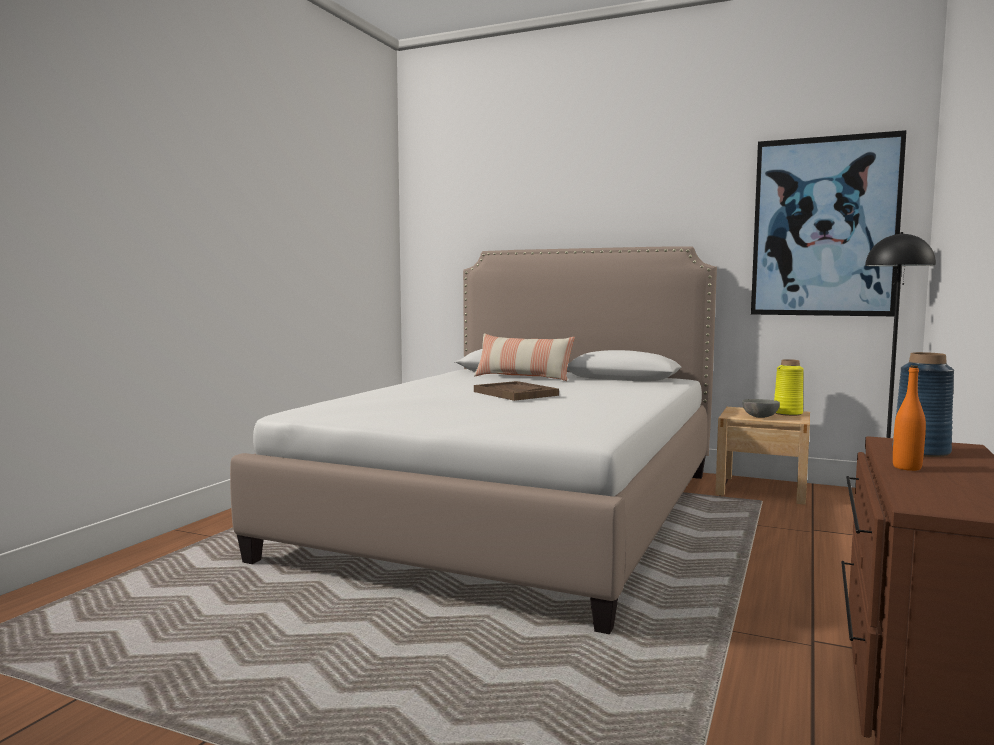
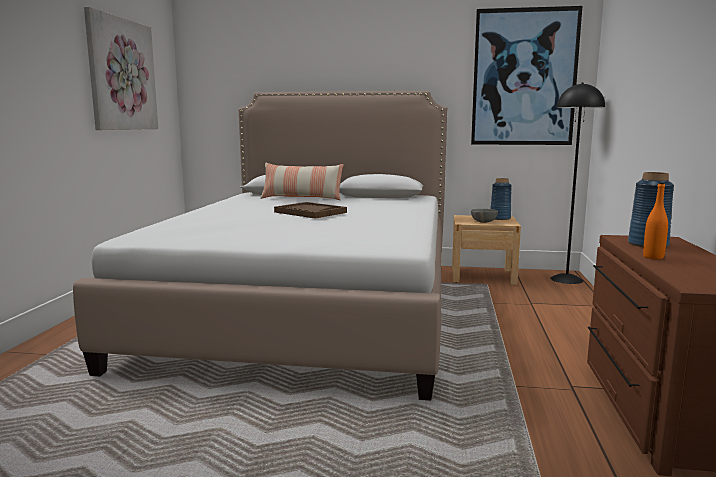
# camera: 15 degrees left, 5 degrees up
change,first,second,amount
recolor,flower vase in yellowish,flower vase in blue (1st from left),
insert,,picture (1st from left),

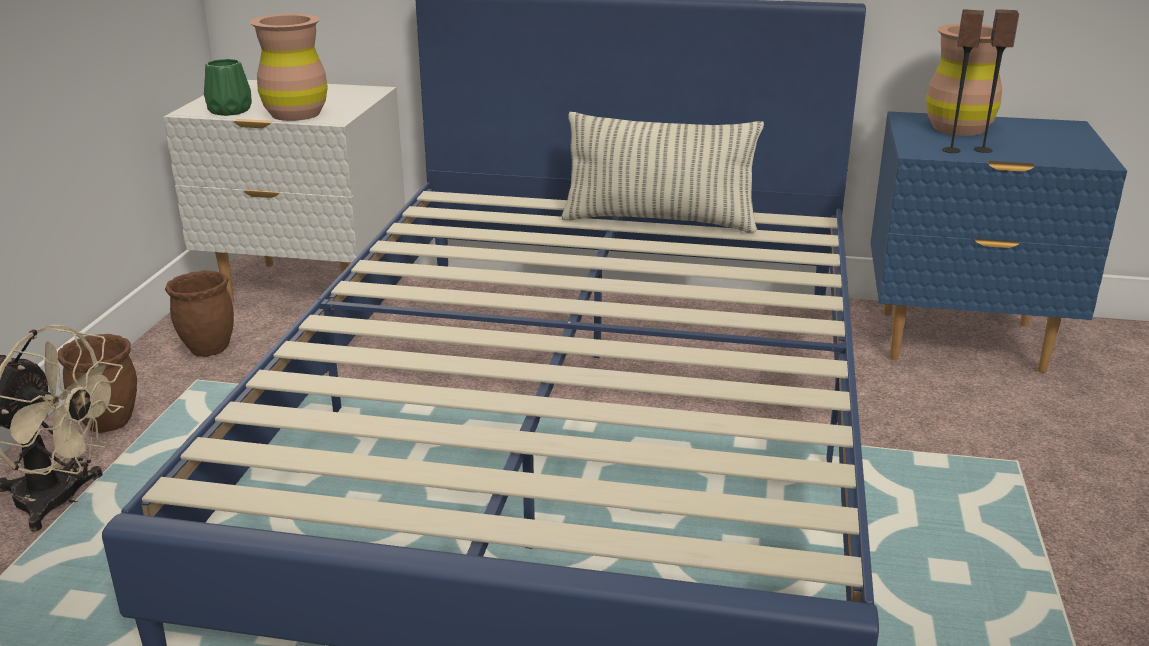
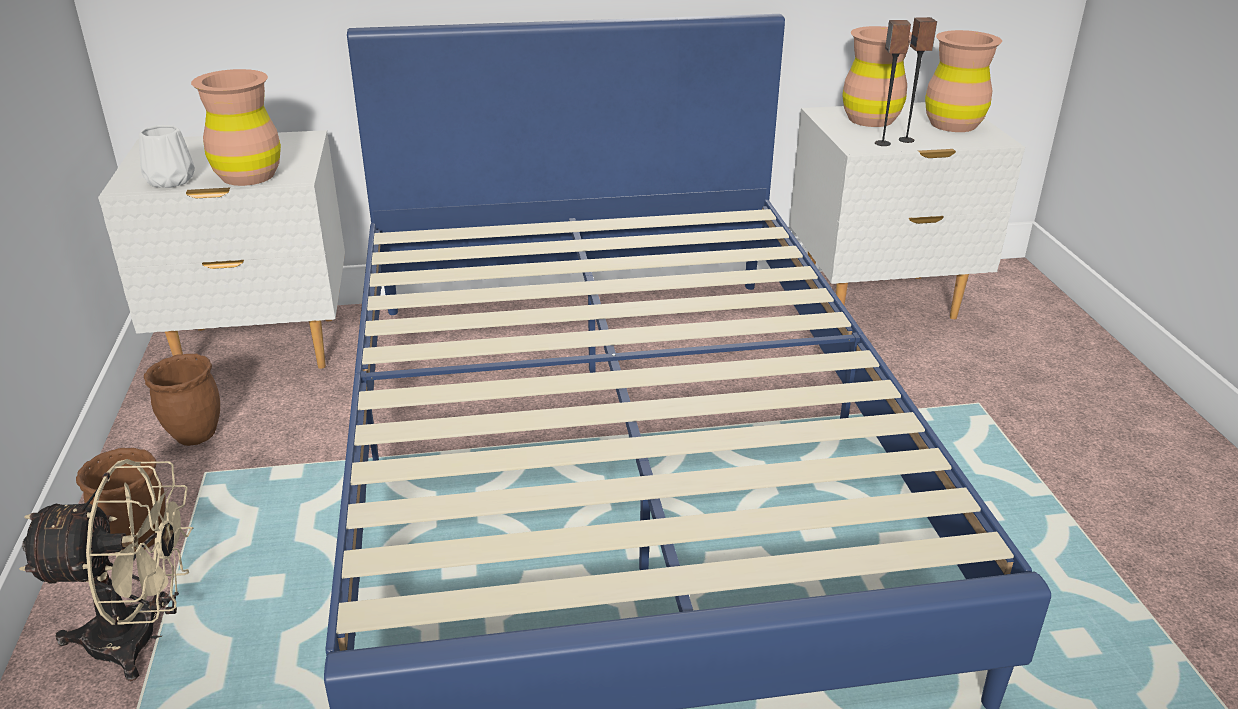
# camera: 20 degrees left, 5 degrees up
change,first,second,amount
recolor,flower vase in green-coloured,flower vase in whitish,
delete,cushion,,
recolor,night table in blue,night table in whitish (2nd from left),
insert,,flower vase in brown (3rd from left),

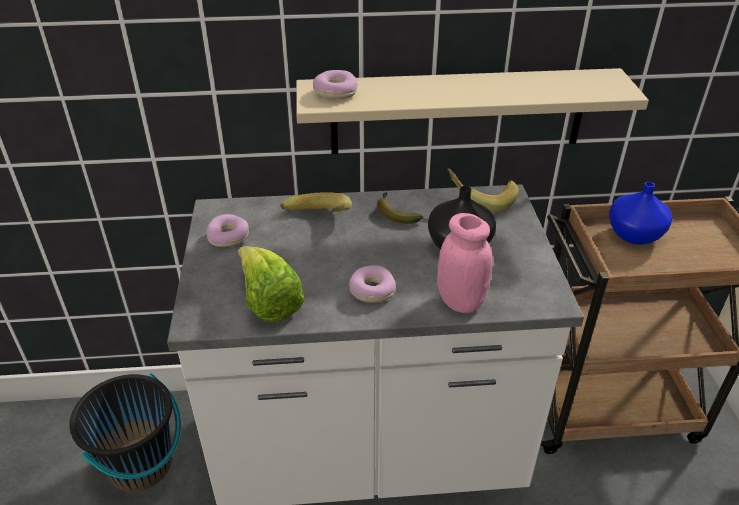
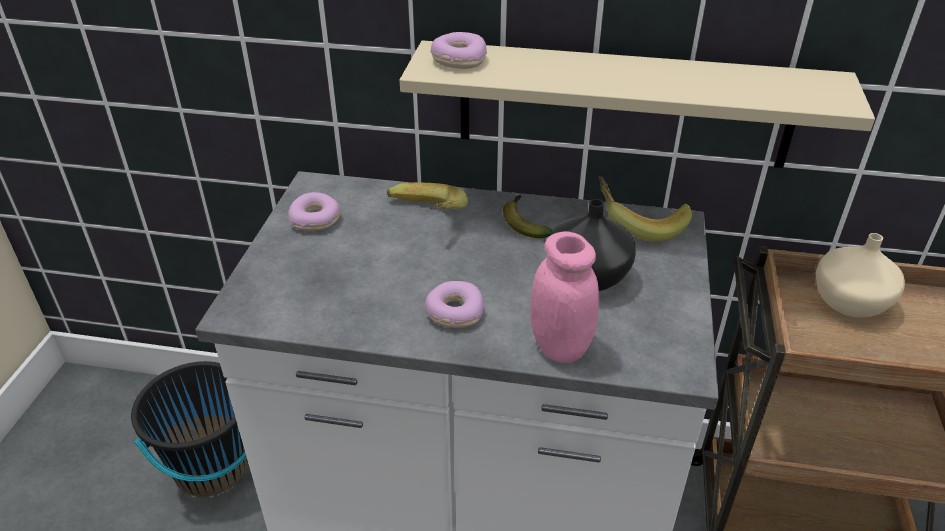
# camera: 15 degrees right, 0 degrees up
change,first,second,amount
delete,head of lettuce,,
recolor,flower vase in blue,flower vase in beige-coloured,

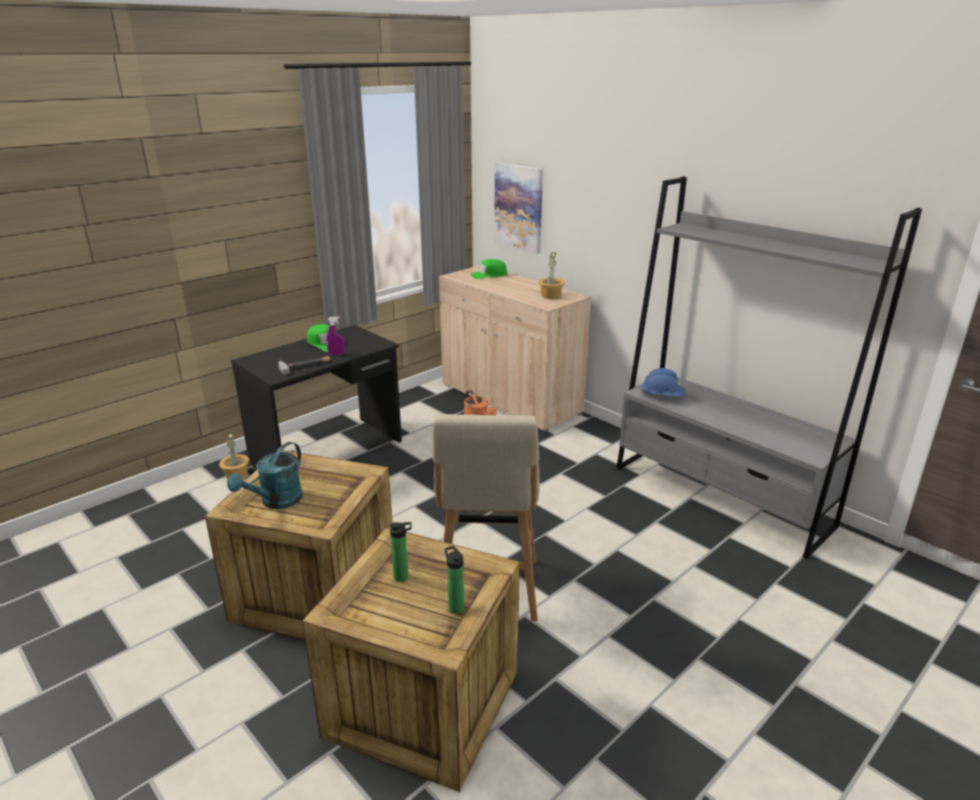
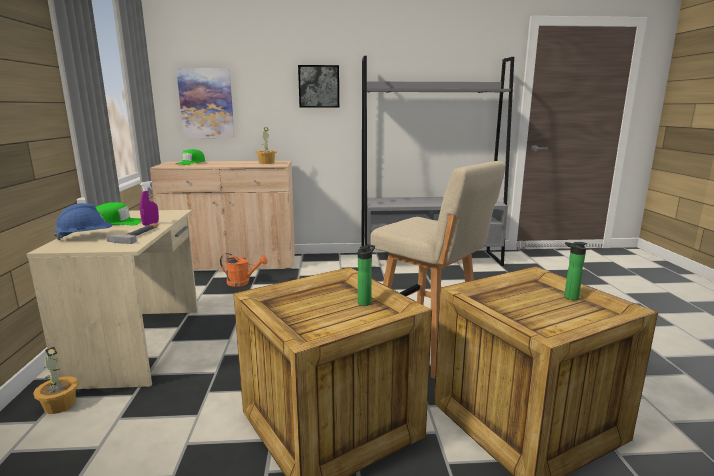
# camera: 50 degrees left, 10 degrees down
change,first,second,amount
delete,watering pot in blue-green,,
recolor,desk table in black,desk table in beige-coloured,
move,drink bottle (1st from left),,
move,safety helmet in blue,,
insert,,picture (2nd from left),

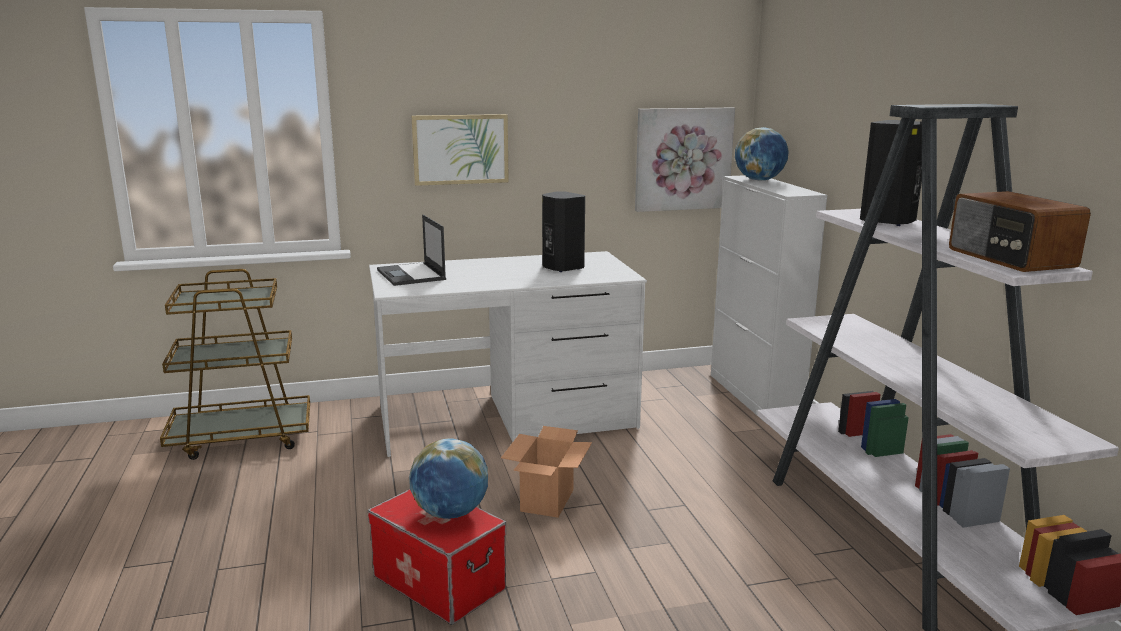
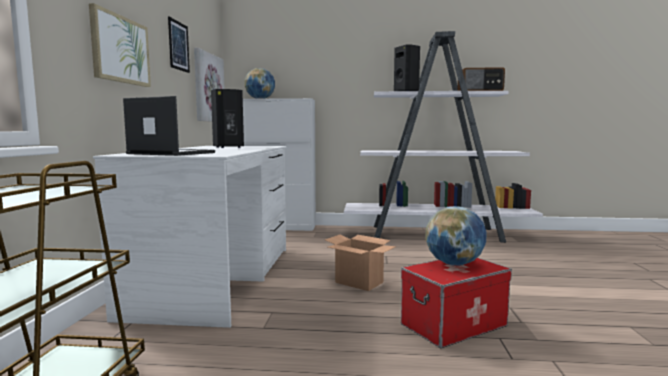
# camera: 70 degrees left, 10 degrees down
change,first,second,amount
rotate,portable computer,,150 degrees counterclockwise
insert,,picture (2nd from left),

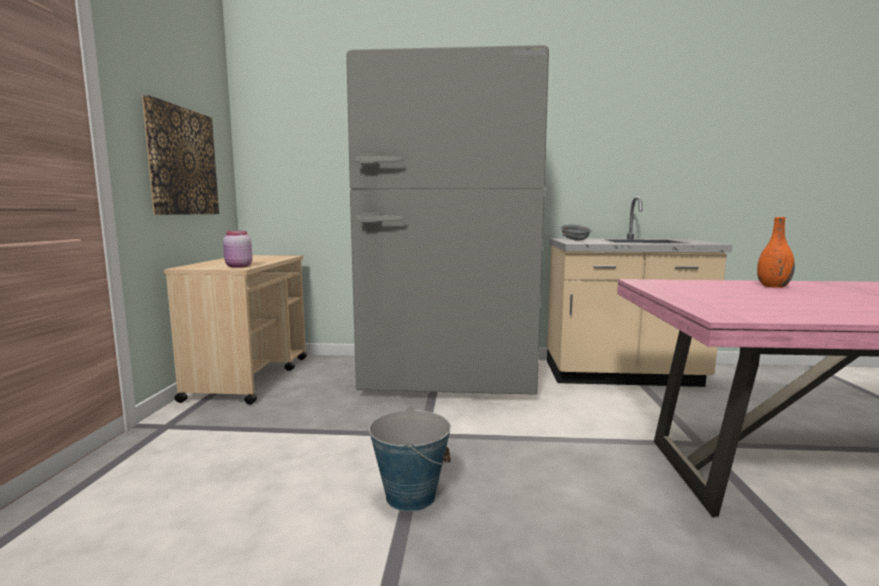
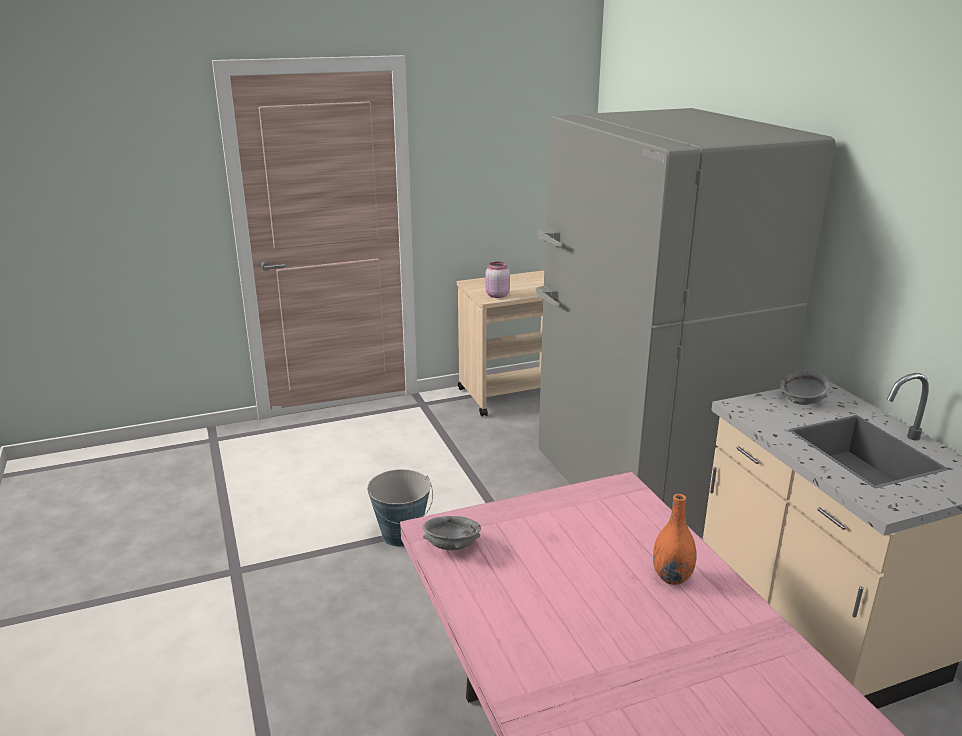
# camera: 65 degrees right, 15 degrees up
change,first,second,amount
delete,picture,,
insert,,deep dish in greyish (1st from left),

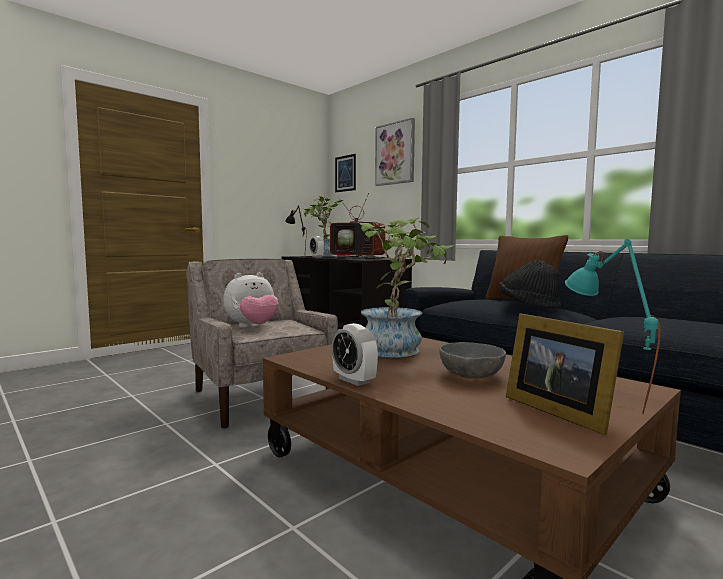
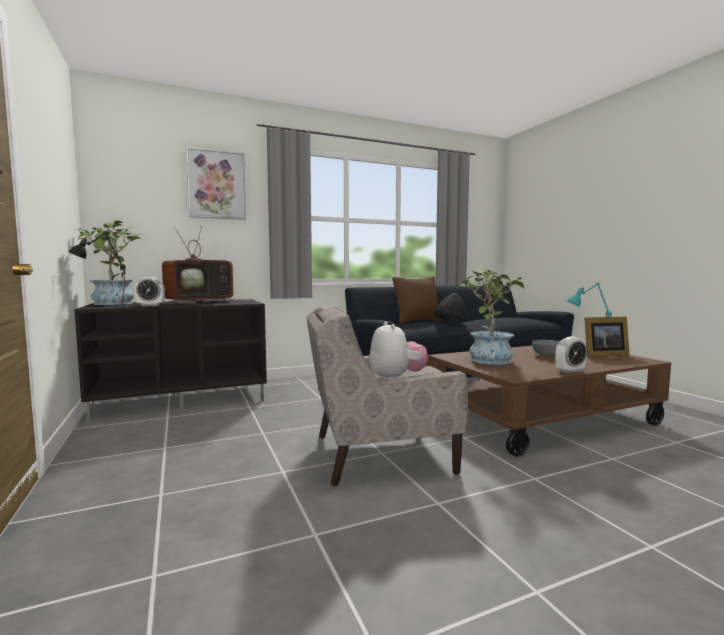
# camera: 70 degrees left, 0 degrees up
change,first,second,amount
delete,picture (1st from left),,

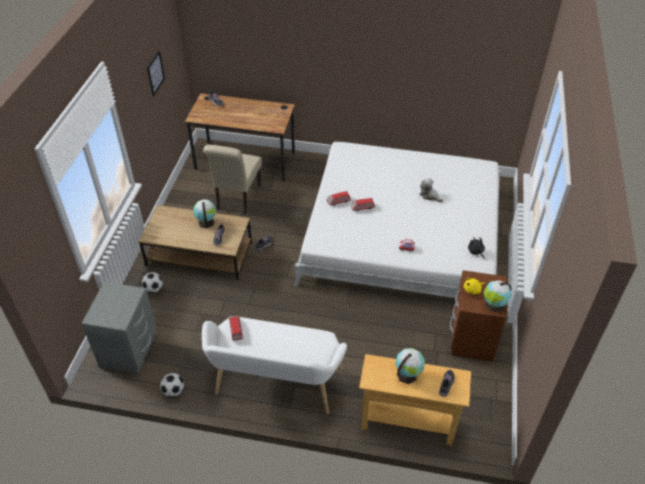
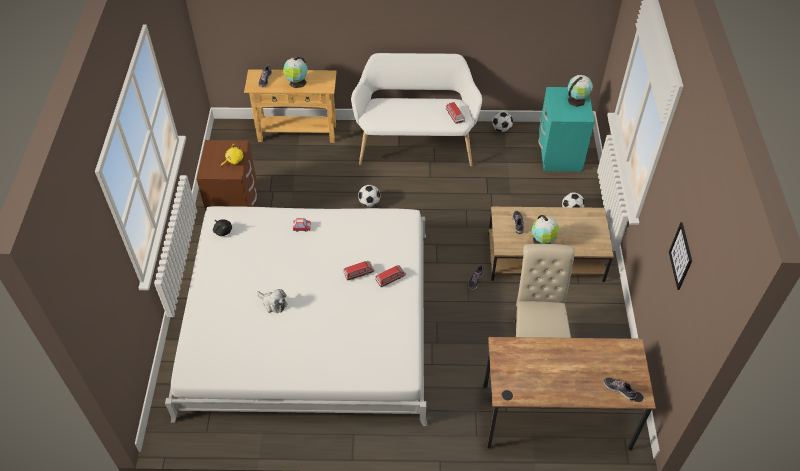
# camera: 170 degrees right, 5 degrees up
change,first,second,amount
recolor,night table in greyish,night table in blue-green,
move,world globe (3rd from left),,
insert,,football (1st from left),

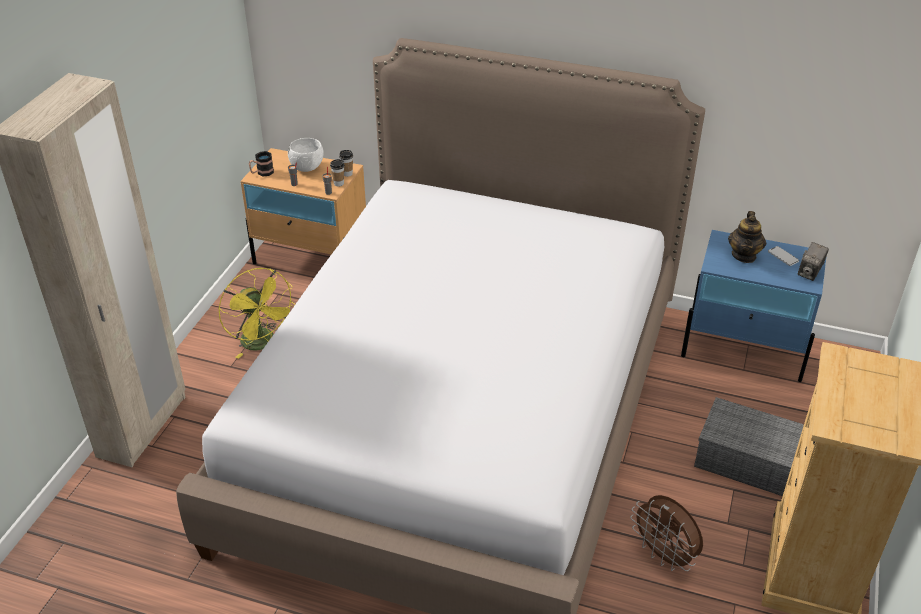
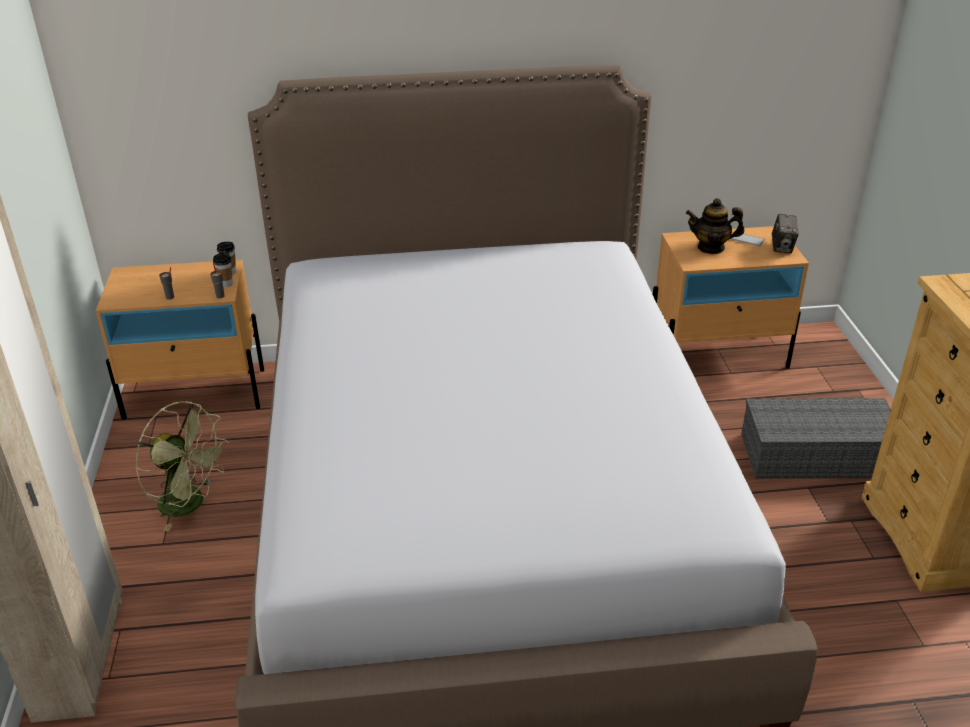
# camera: 25 degrees left, 5 degrees down
change,first,second,amount
recolor,electric fan in yellowish,electric fan in green-coloured,
delete,coffee mug,,
delete,deep dish in whitish,,
delete,electric fan in brown,,
recolor,night table in blue,night table in beige-coloured (2nd from left),
rotate,teapot,,105 degrees clockwise

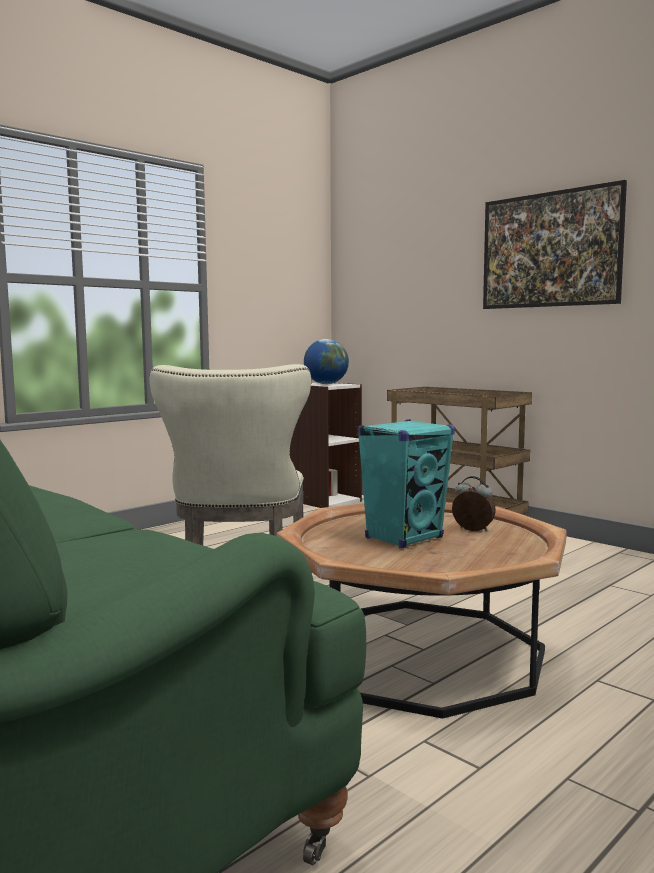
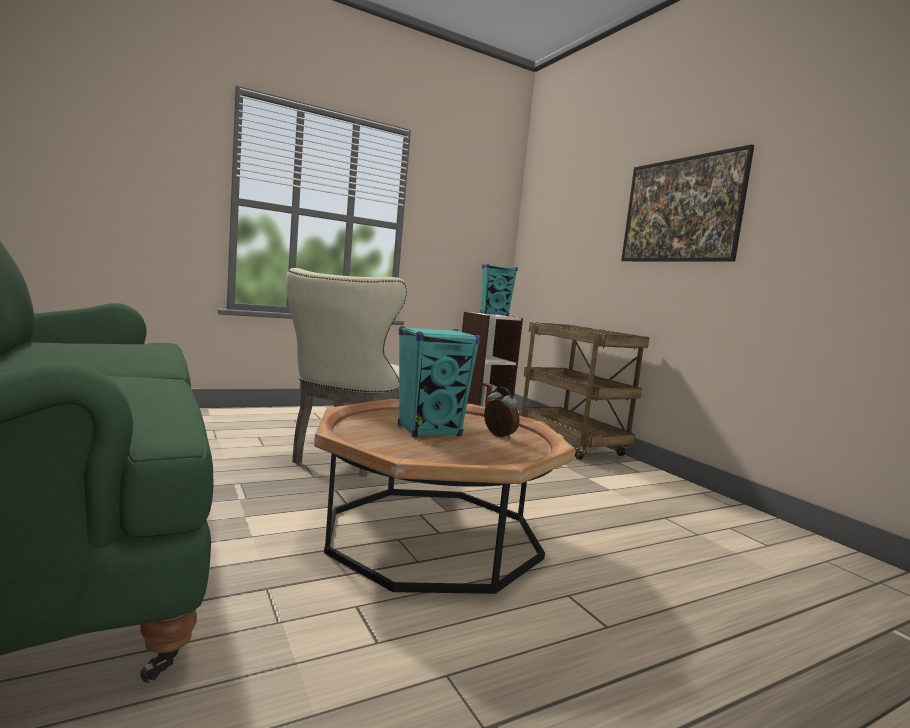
# camera: 15 degrees right, 0 degrees up
change,first,second,amount
replace,world globe,loudspeaker in blue-green (2nd from left),

